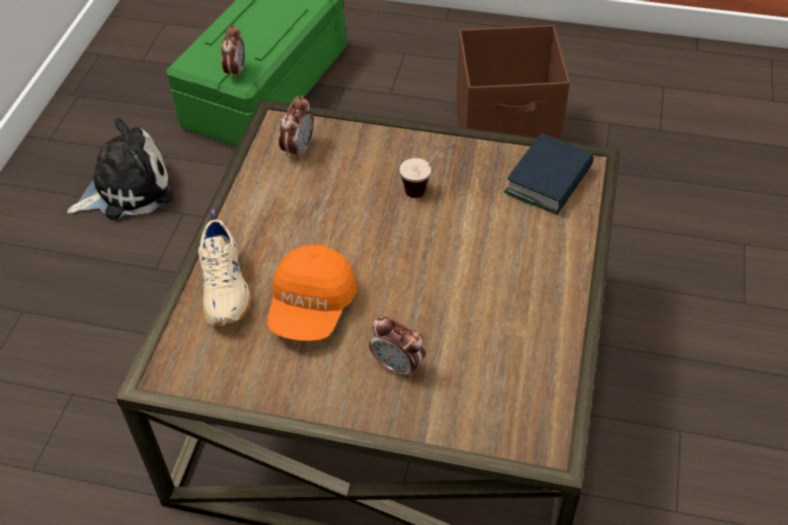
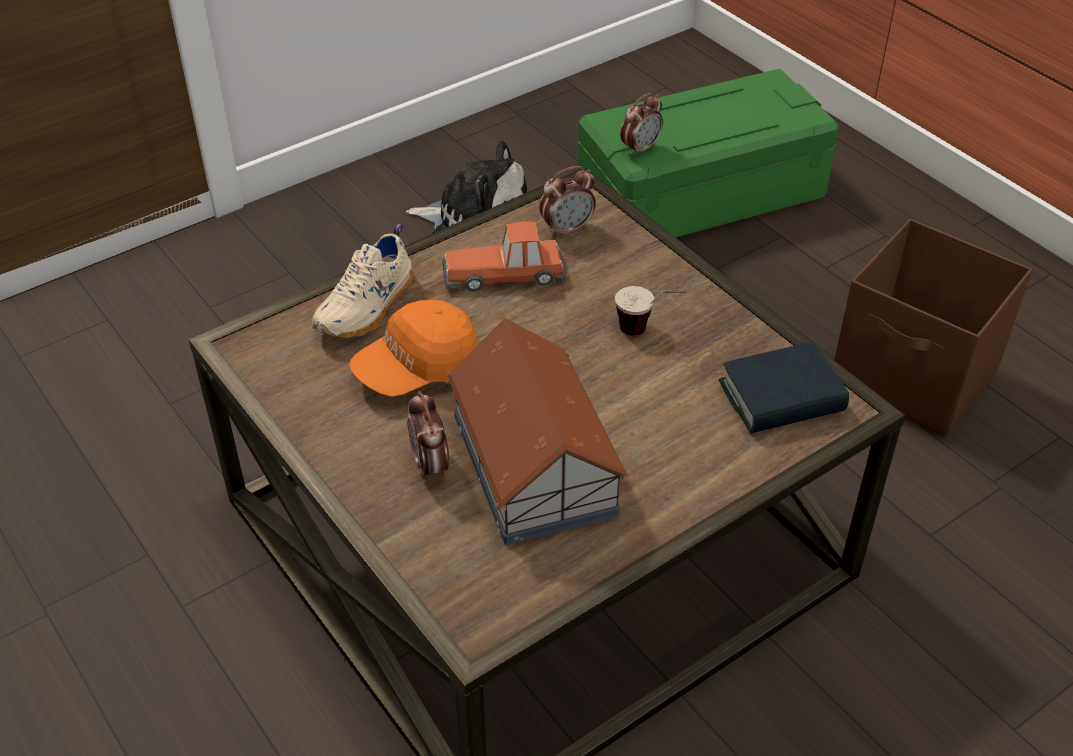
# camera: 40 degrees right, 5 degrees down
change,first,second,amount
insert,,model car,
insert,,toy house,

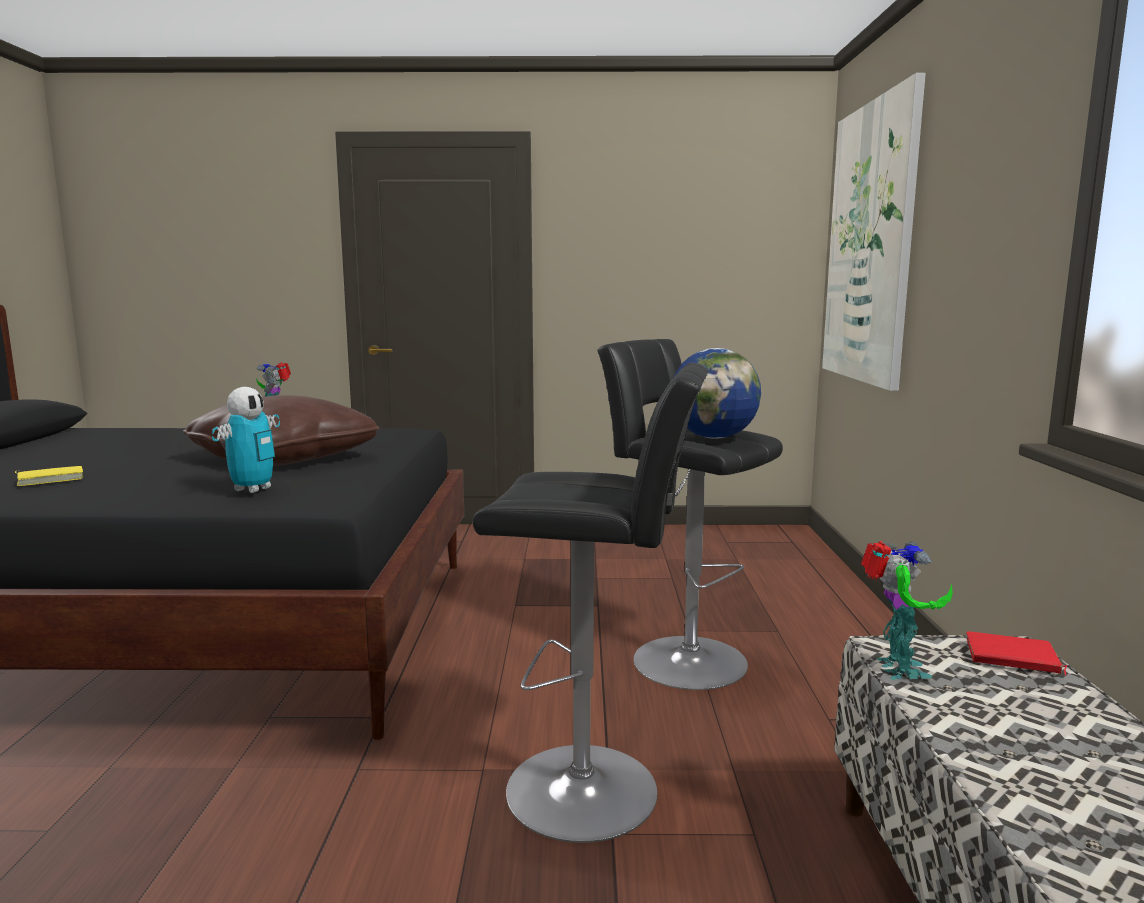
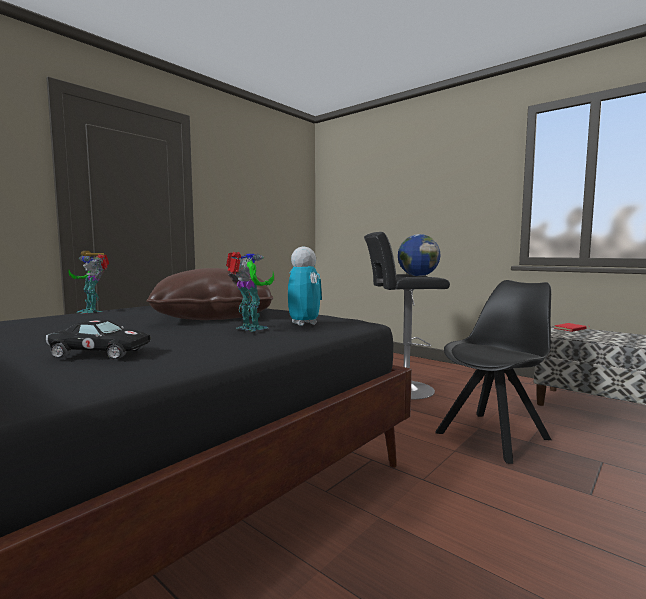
# camera: 50 degrees left, 5 degrees down
change,first,second,amount
replace,book in yellowish,model car in black,
replace,sitting stool in black (1st from left),chair in black,
delete,picture,,
move,toy robot (3rd from left in the first image),toy robot (2nd from left),

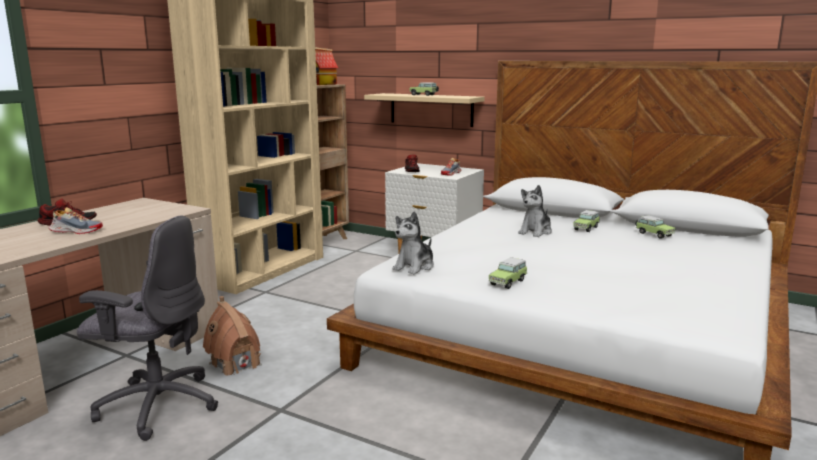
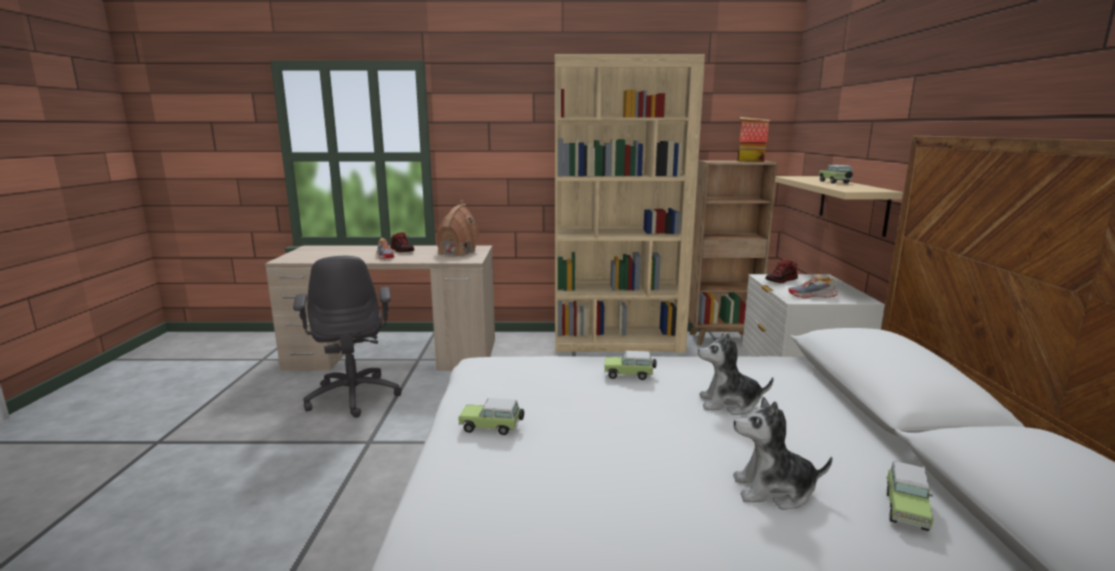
# camera: 60 degrees right, 0 degrees up
change,first,second,amount
move,toy house (1st from left),,
move,cuddly toy (1st from left in the first image),cuddly toy (2nd from left),
move,model car (3rd from left in the first image),model car (2nd from left),

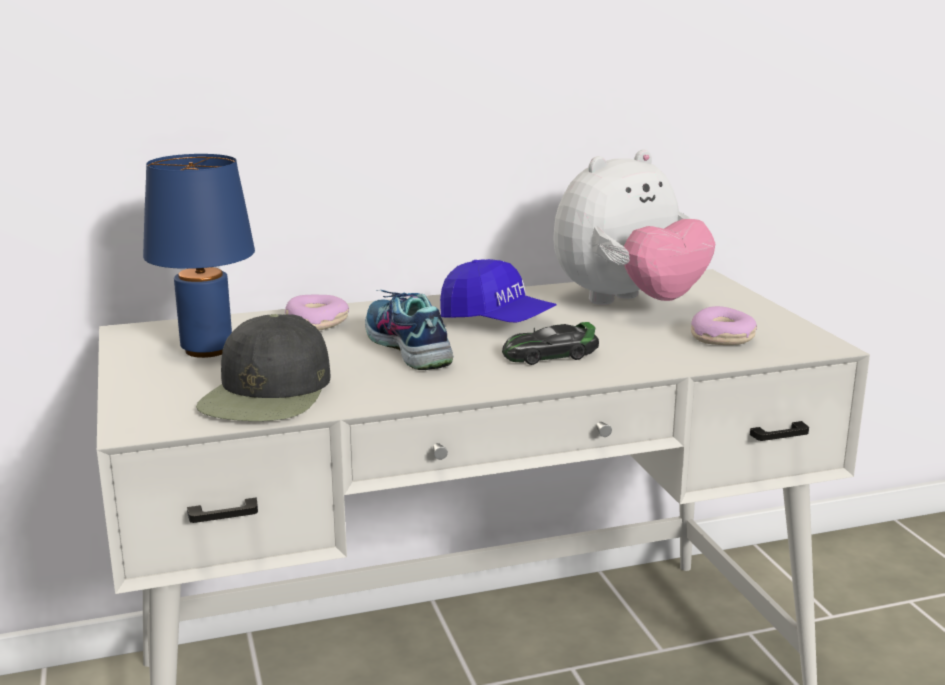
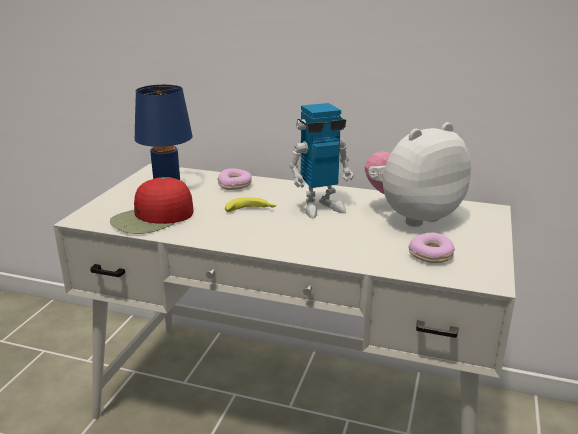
# camera: 35 degrees right, 5 degrees up
change,first,second,amount
recolor,cap in black,cap in reddish,
replace,shoe,banana fruit,
replace,cap in blue,toy robot,
delete,model car,,
rotate,cuddly toy,,150 degrees clockwise

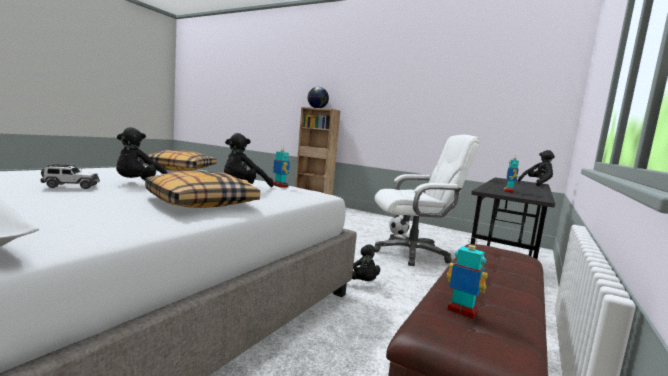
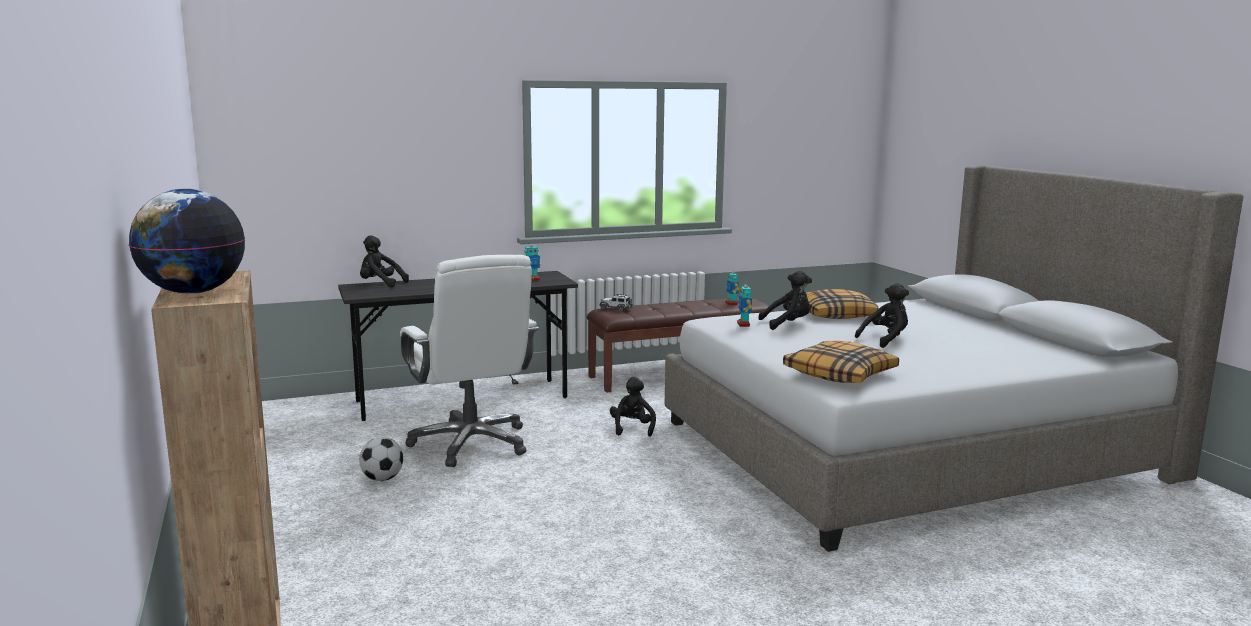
# camera: 140 degrees left, 5 degrees up
change,first,second,amount
move,model car,,
rotate,computer chair in whitish,,150 degrees counterclockwise

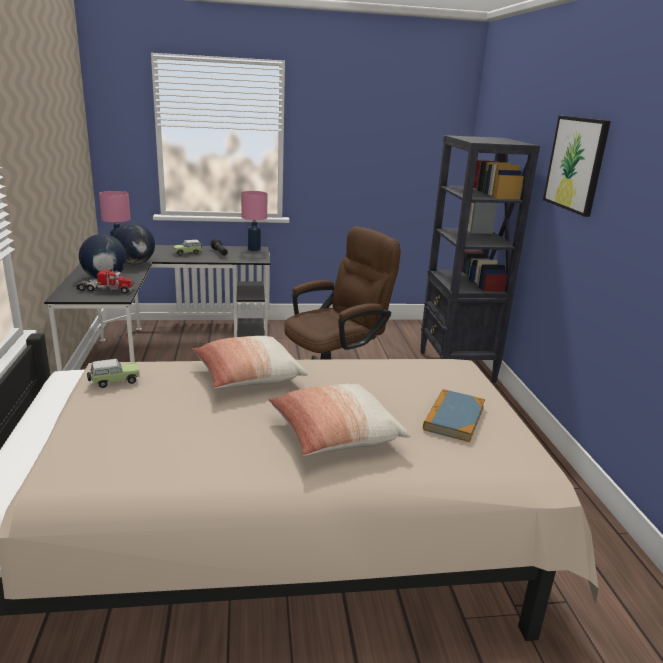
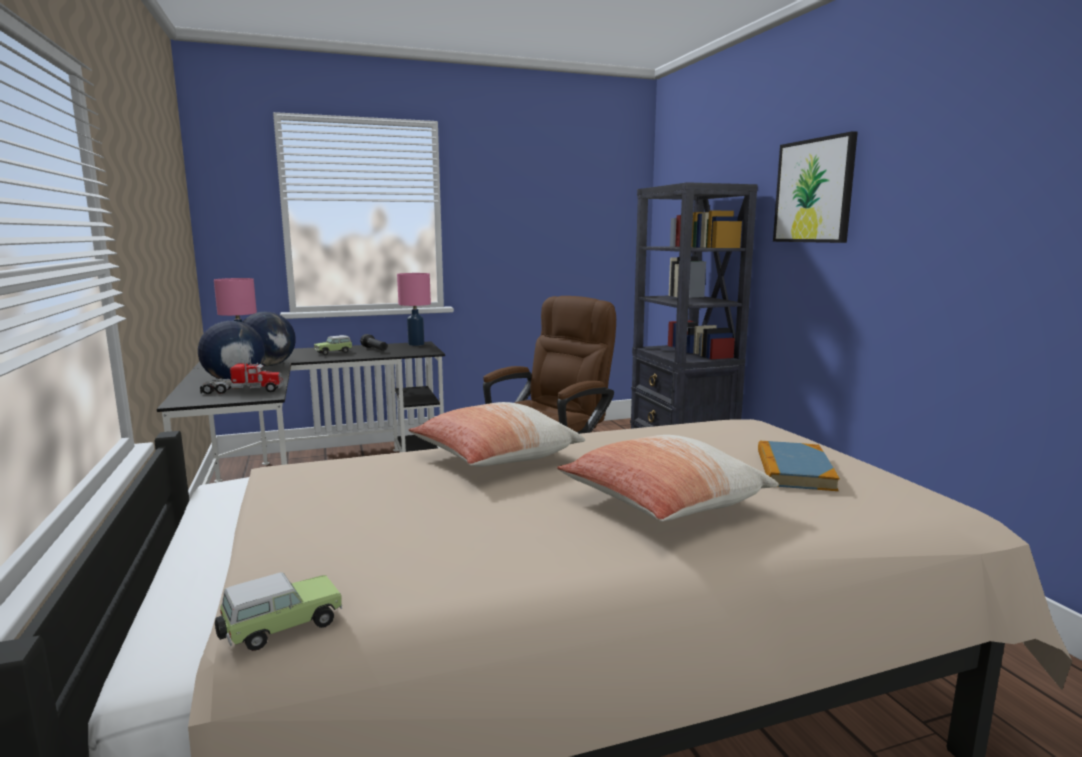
# camera: 10 degrees left, 10 degrees down
change,first,second,amount
move,model car (1st from left),,

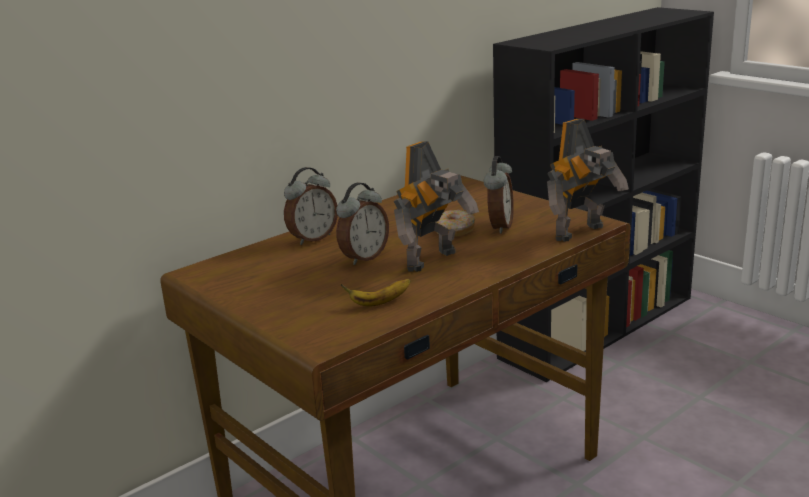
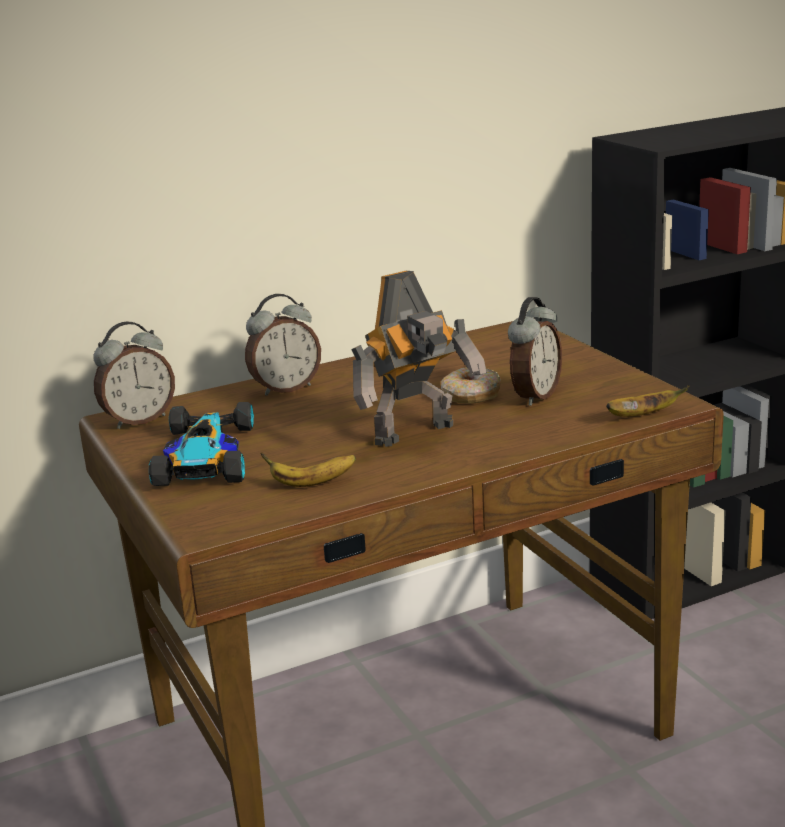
# camera: 15 degrees right, 0 degrees up
change,first,second,amount
move,alarm clock (2nd from left in the first image),alarm clock (1st from left),
replace,toy robot (2nd from left),banana fruit (2nd from left),
insert,,model car,

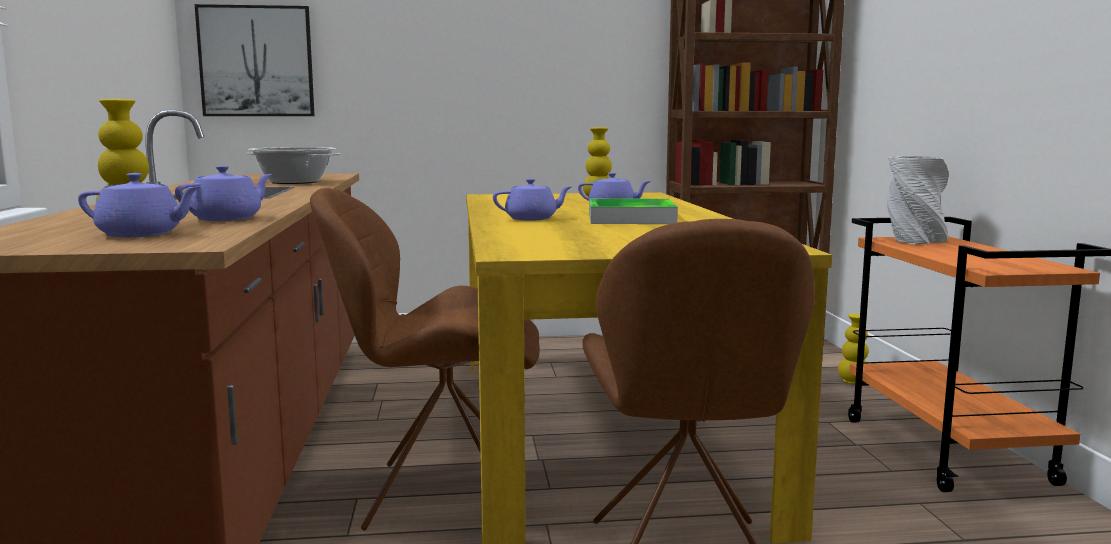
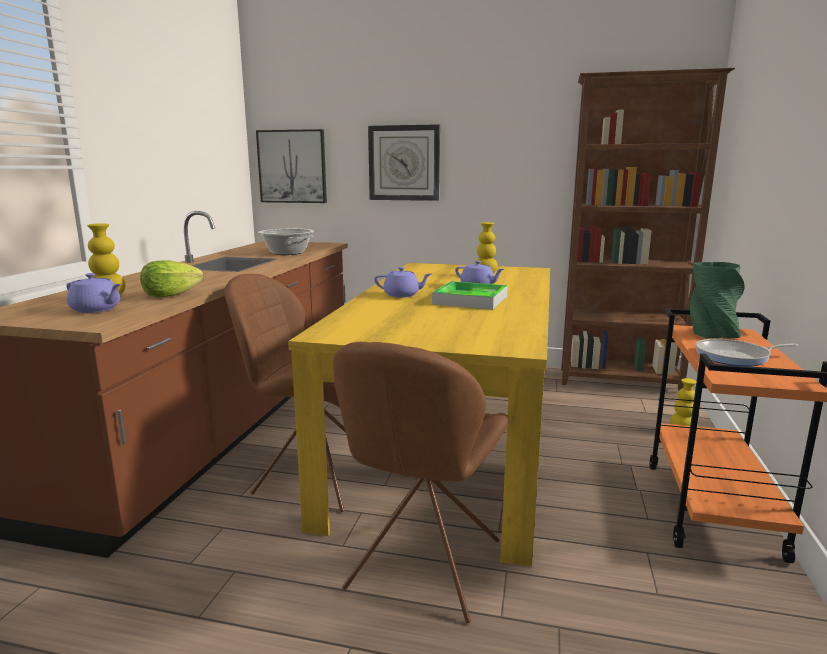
# camera: 20 degrees right, 5 degrees up
change,first,second,amount
replace,teapot in purplish (2nd from left),head of lettuce,
recolor,flower vase in greyish,flower vase in green-coloured,
insert,,clock on the wall,
insert,,skillet,

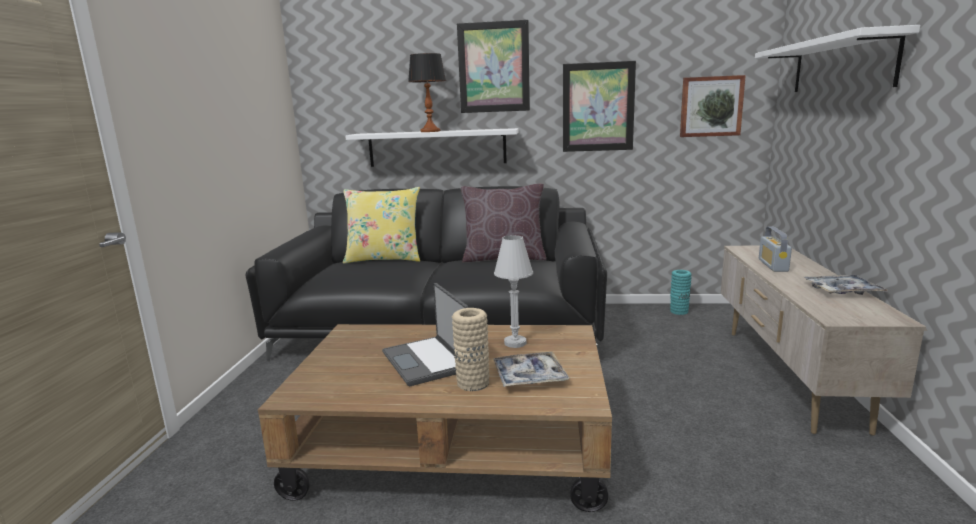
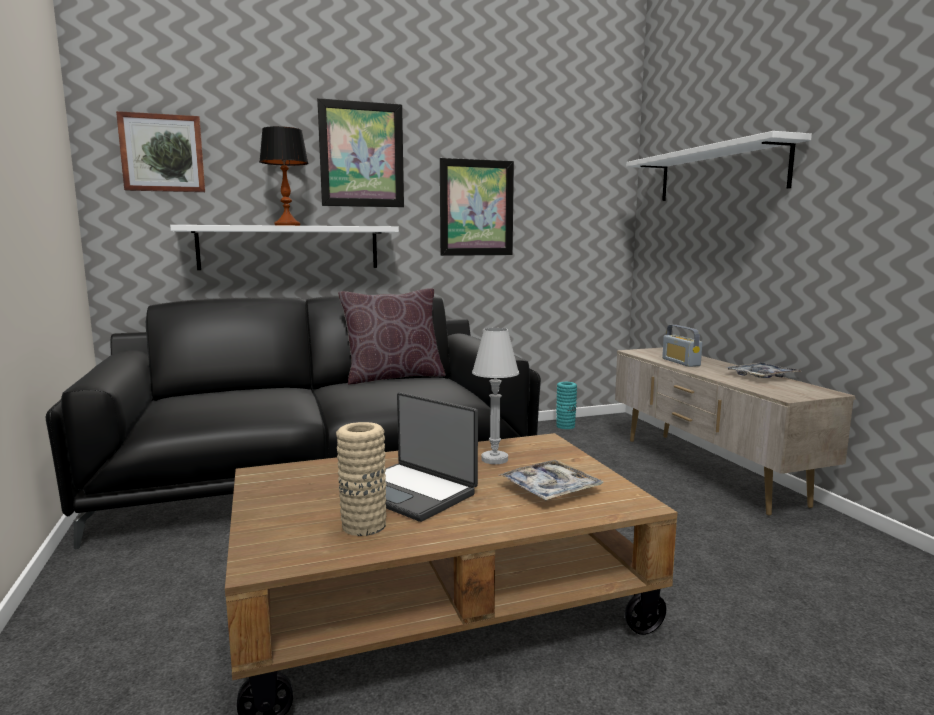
# camera: 25 degrees left, 5 degrees down
change,first,second,amount
delete,cushion in yellowish,,
move,flower vase in beige-coloured,,
move,picture (3rd from left in the first image),picture (1st from left),

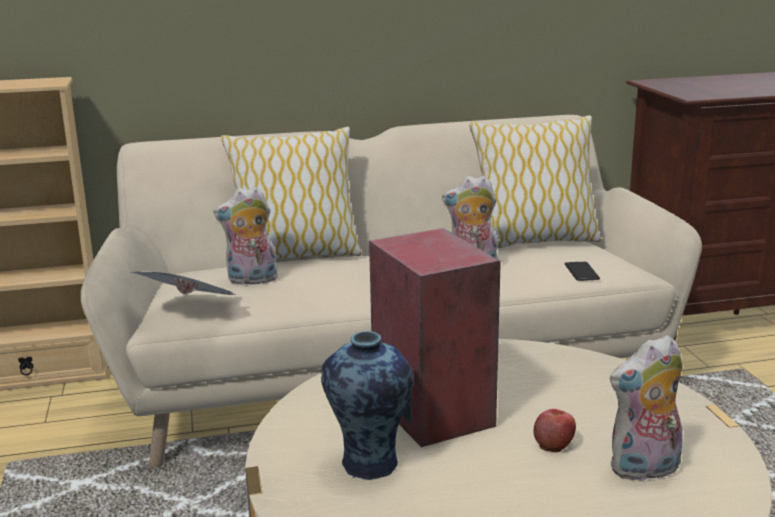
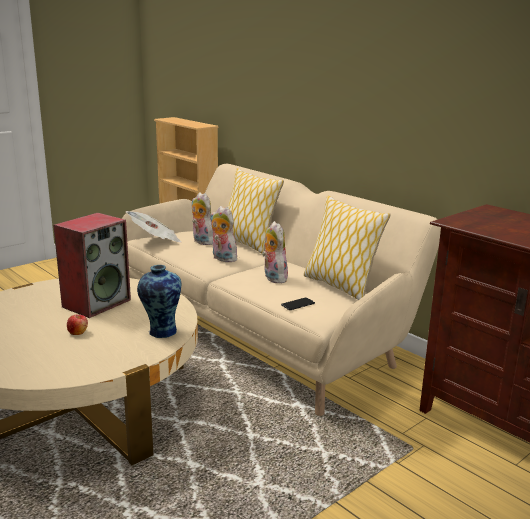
# camera: 60 degrees right, 0 degrees up
change,first,second,amount
move,flower vase,,
move,cuddly toy (3rd from left in the first image),cuddly toy (2nd from left),

